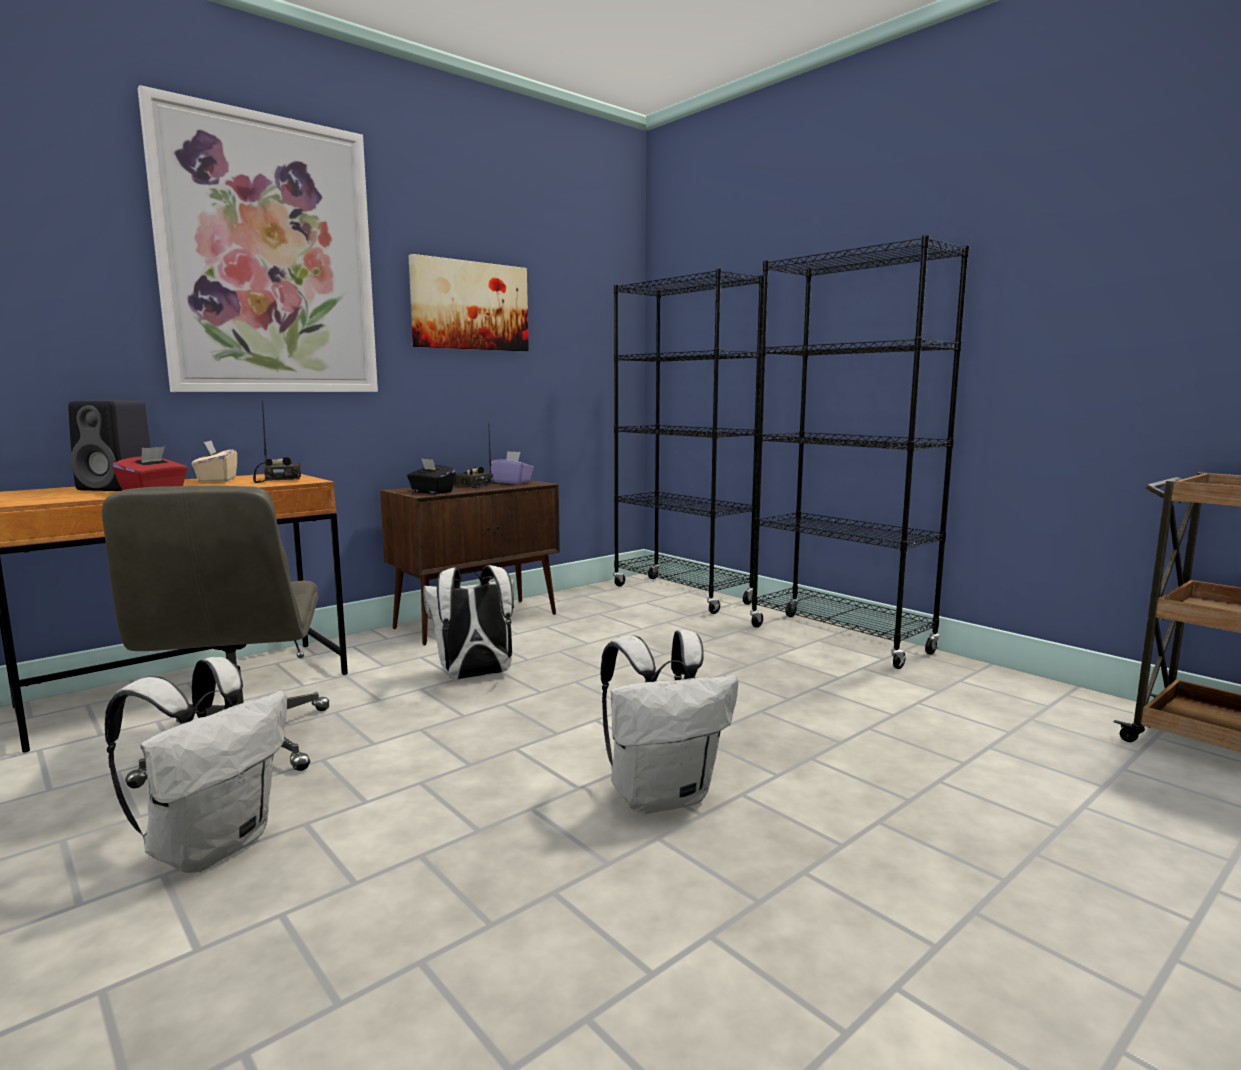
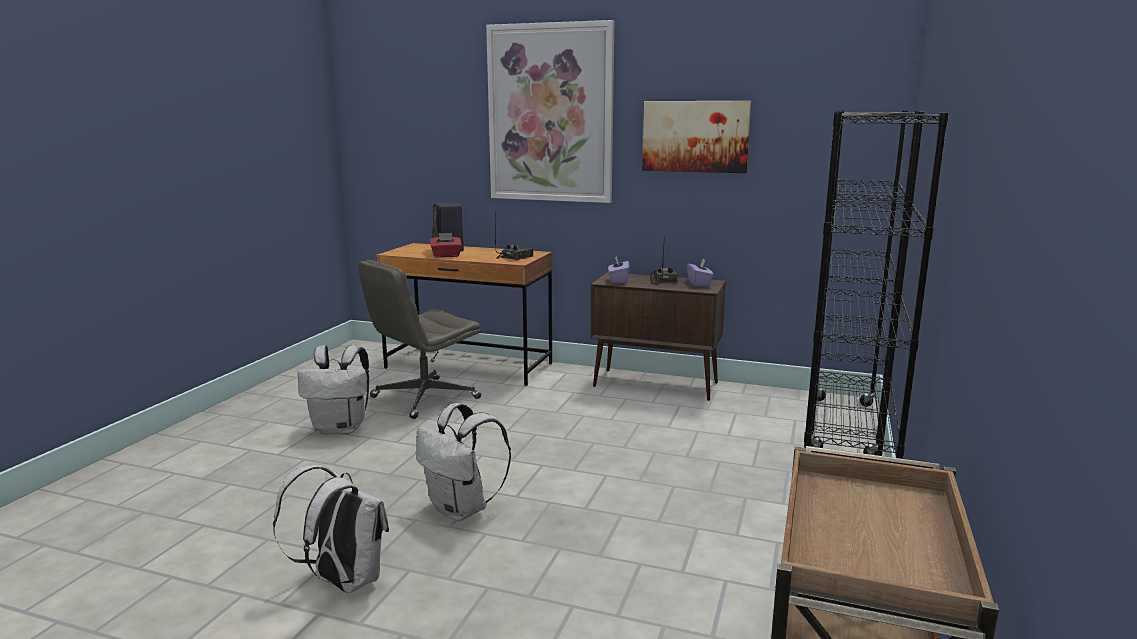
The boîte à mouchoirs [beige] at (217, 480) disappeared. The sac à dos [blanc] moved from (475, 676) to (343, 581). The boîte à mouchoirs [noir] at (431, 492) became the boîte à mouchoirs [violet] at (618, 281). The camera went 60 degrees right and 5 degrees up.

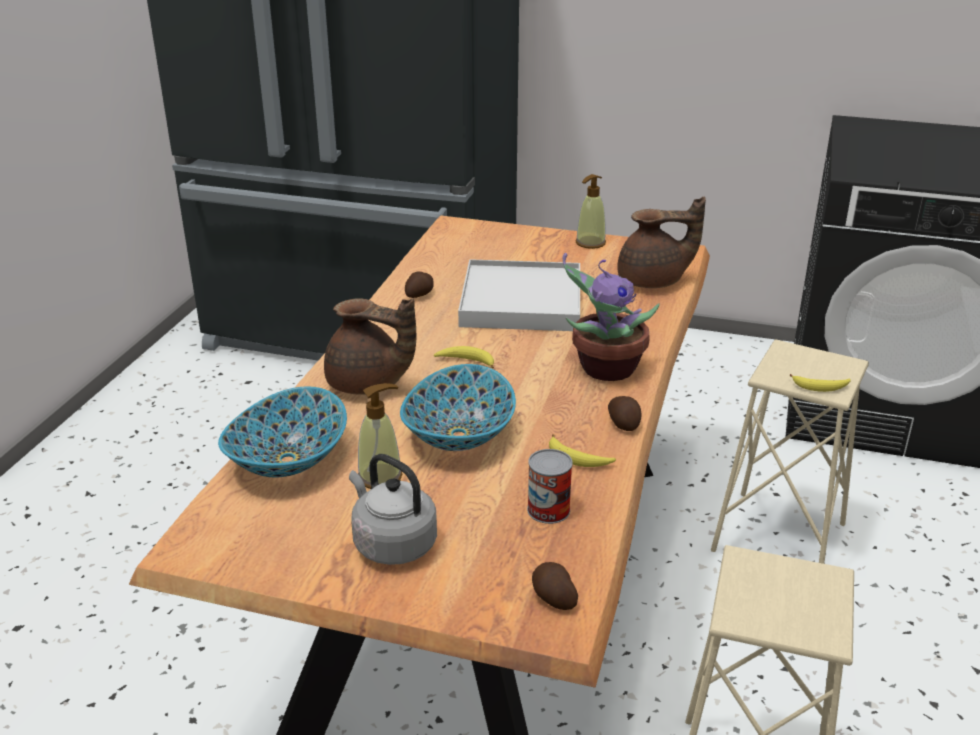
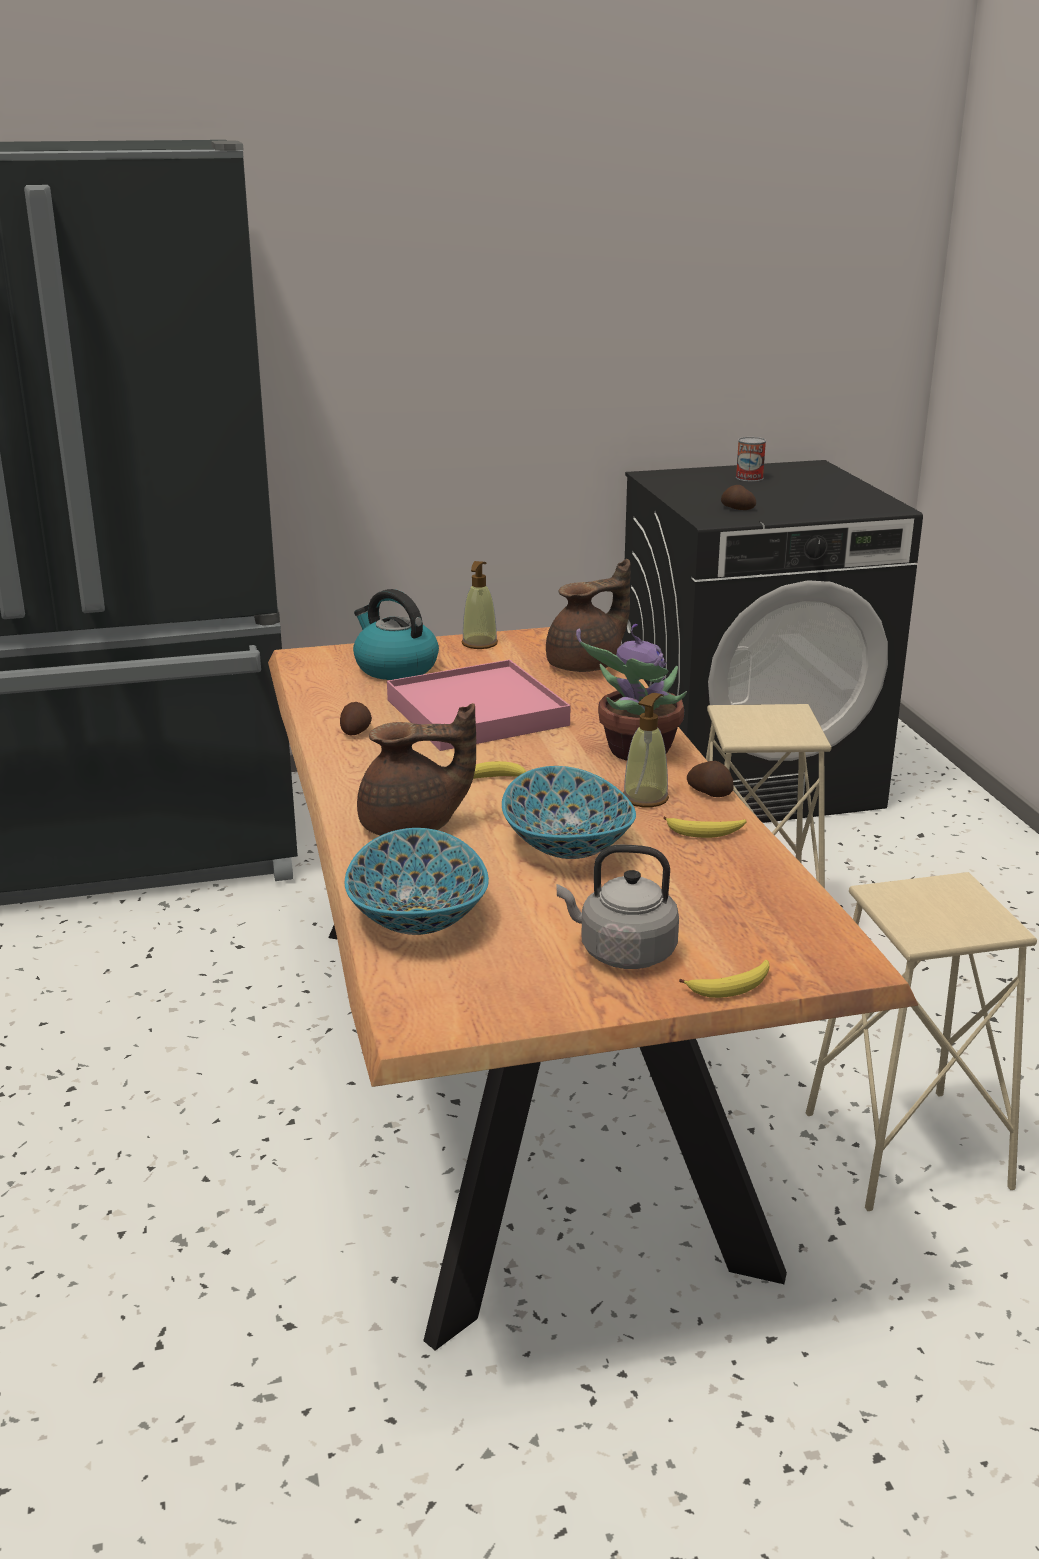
The bouilloire at (394, 667) appeared. The distributeur de savon moved from (380, 477) to (645, 798). The boîte métallique moved from (548, 510) to (749, 478). The pomme de terre moved from (553, 598) to (737, 509). The banane moved from (820, 387) to (731, 987). The plateau [blanc] at (522, 302) became the plateau [rose] at (477, 713). The camera went 30 degrees left and 5 degrees down.

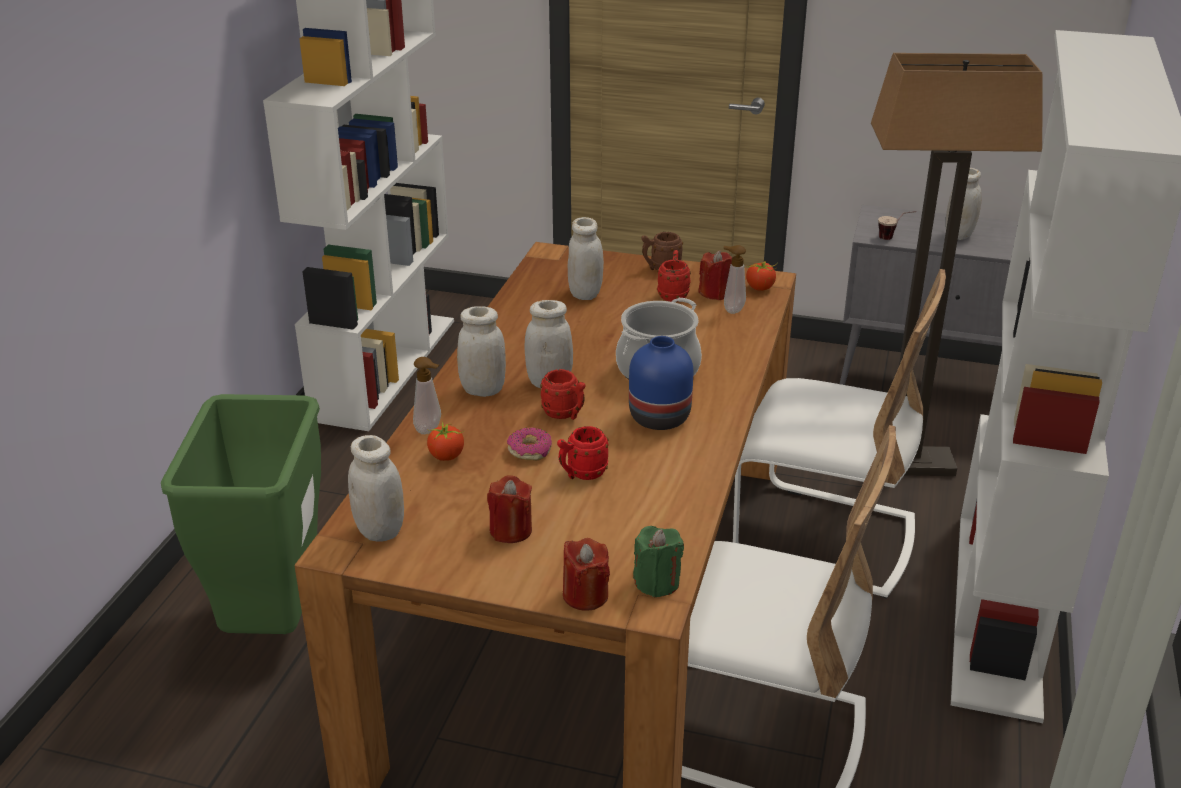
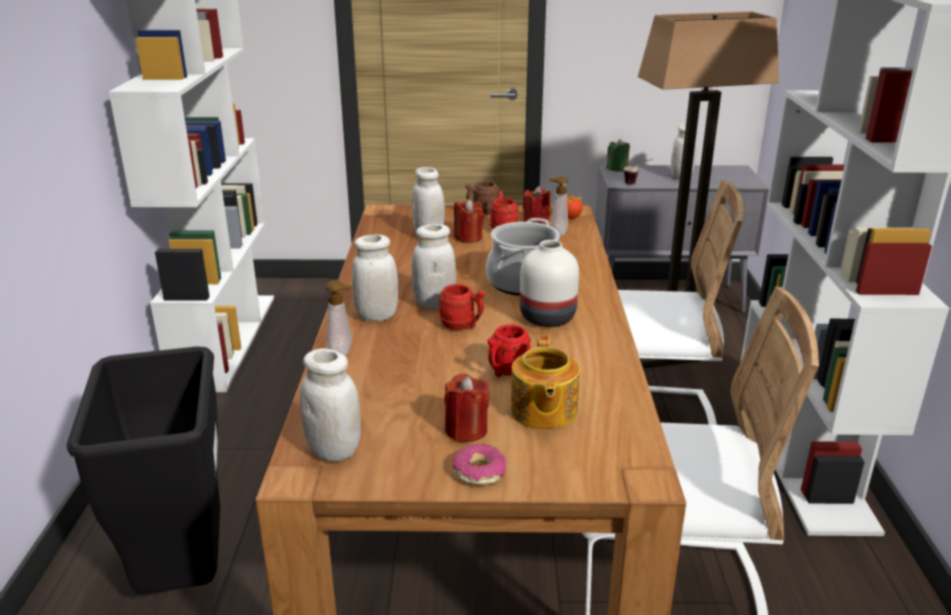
The tomate at (446, 456) disappeared. The théière at (543, 411) appeared. The beignet moved from (530, 450) to (479, 472). The bougie [rouge] moved from (585, 595) to (468, 237). The bougie [vert] moved from (657, 582) to (617, 169). The poubelle [vert] at (275, 622) became the poubelle [noir] at (184, 575). The vase [bleu] at (659, 417) became the vase [blanc] at (547, 317). The camera went 15 degrees left and 5 degrees down.

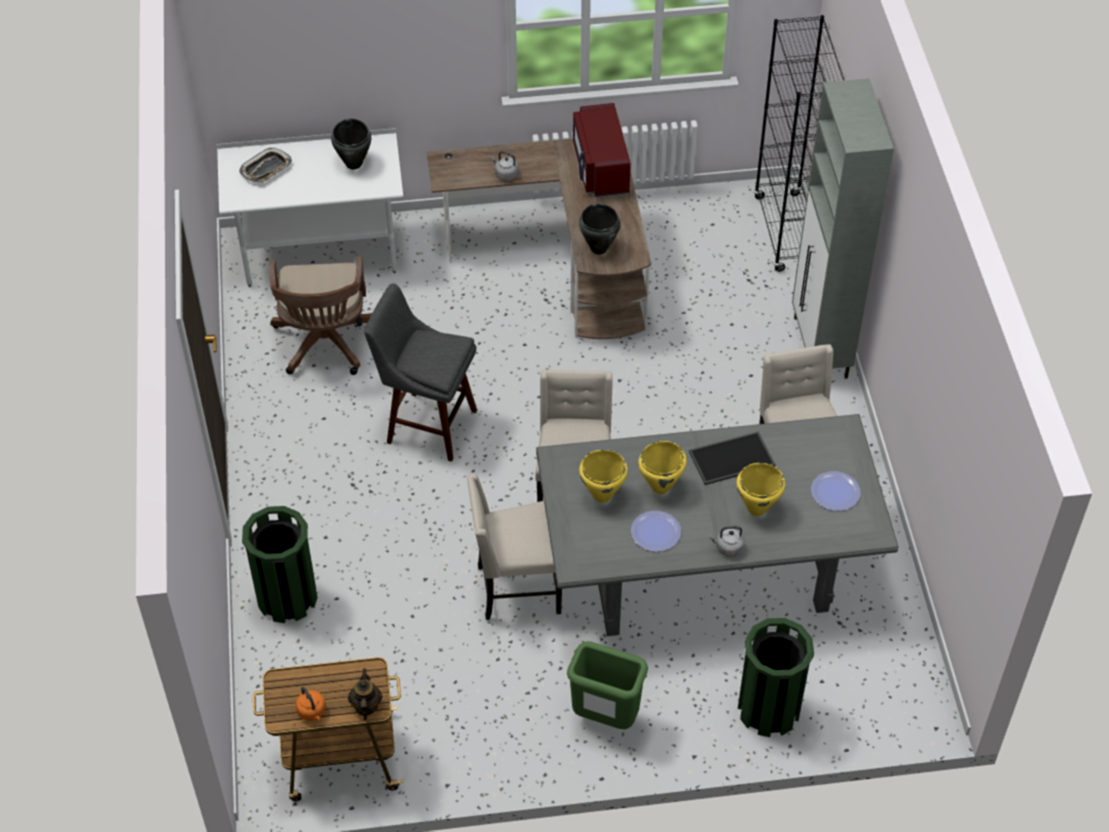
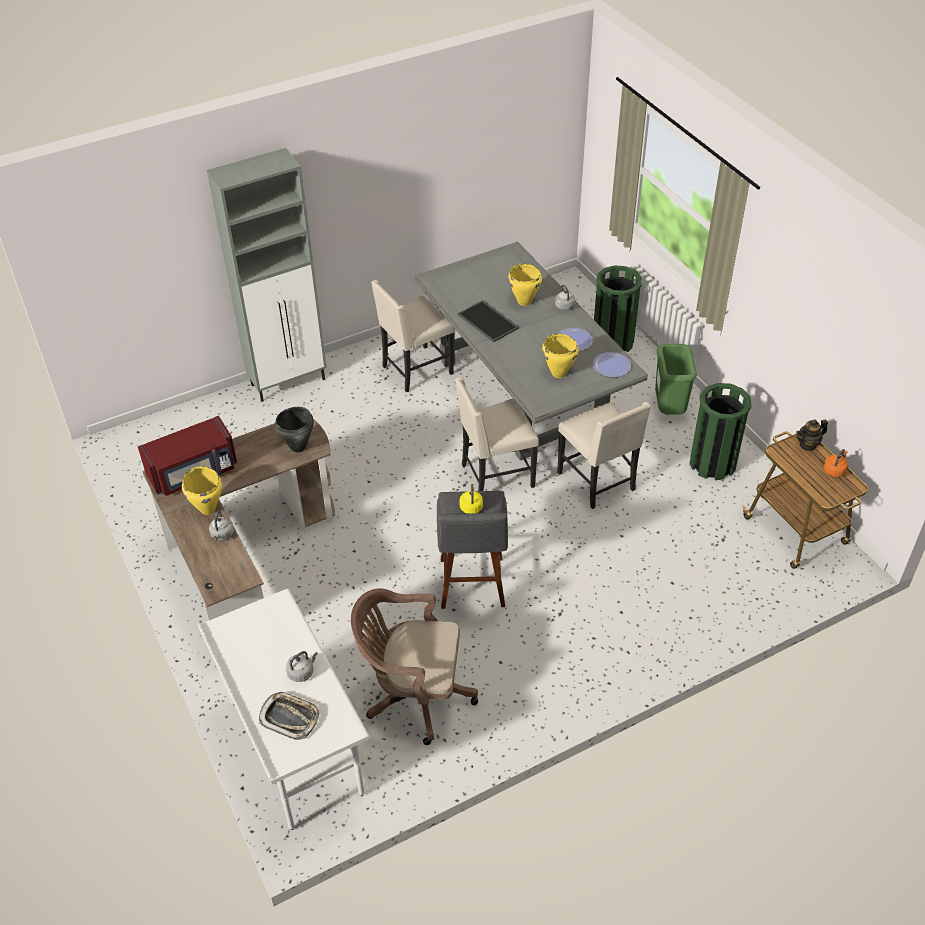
The marmite [noir] at (354, 163) disappeared. The bibliothèque [noir] at (787, 232) disappeared. The bouilloire [gris] at (302, 672) appeared. The bouilloire [jaune] at (471, 506) appeared. The poubelle [vert] moved from (287, 598) to (712, 463). The marmite [jaune] moved from (661, 487) to (208, 508). The assiette moved from (835, 492) to (611, 365). The chaise de bureau [marron] at (325, 345) turned 150 degrees counterclockwise. The camera went 110 degrees left and 5 degrees down.

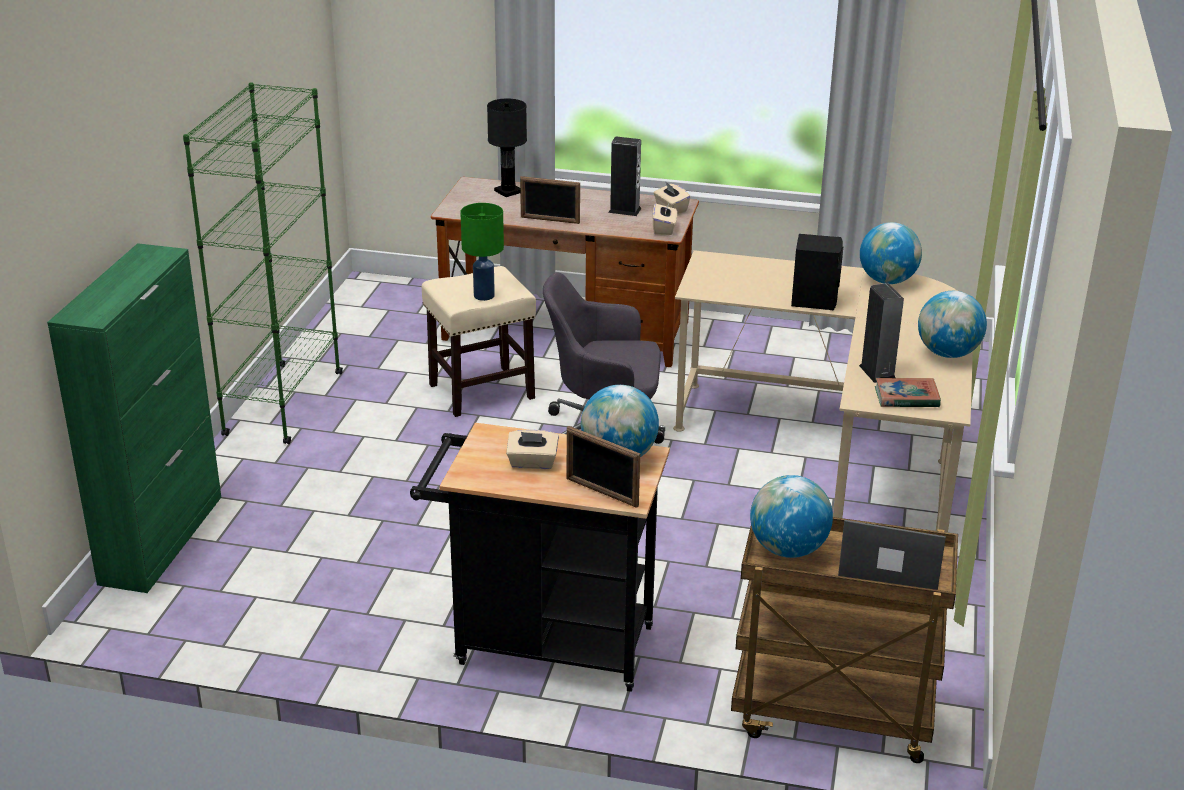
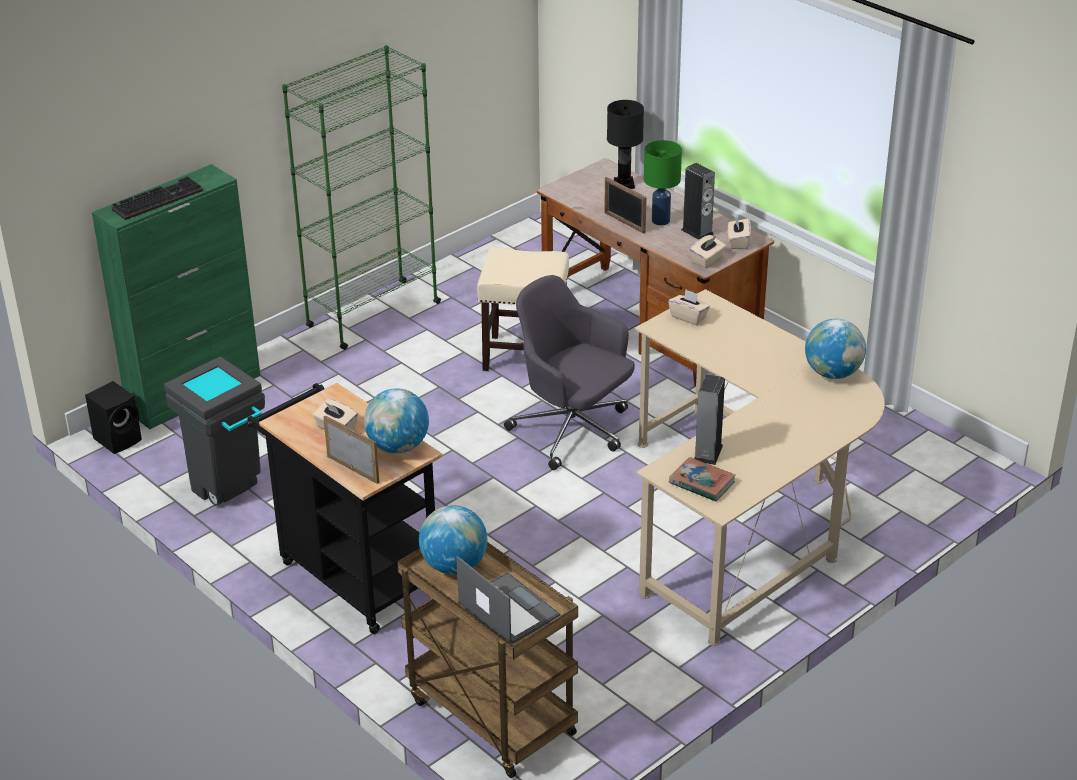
The globe at (948, 354) disappeared. The clavier at (158, 199) appeared. The poubelle [gris] at (230, 492) appeared. The boîte à mouchoirs [beige] at (688, 317) appeared. The lampe de table [vert] moved from (483, 296) to (660, 221). The enceinte [noir] moved from (814, 299) to (119, 439). The cadre photo at (601, 492) turned 150 degrees clockwise. The camera went 35 degrees right and 5 degrees up.

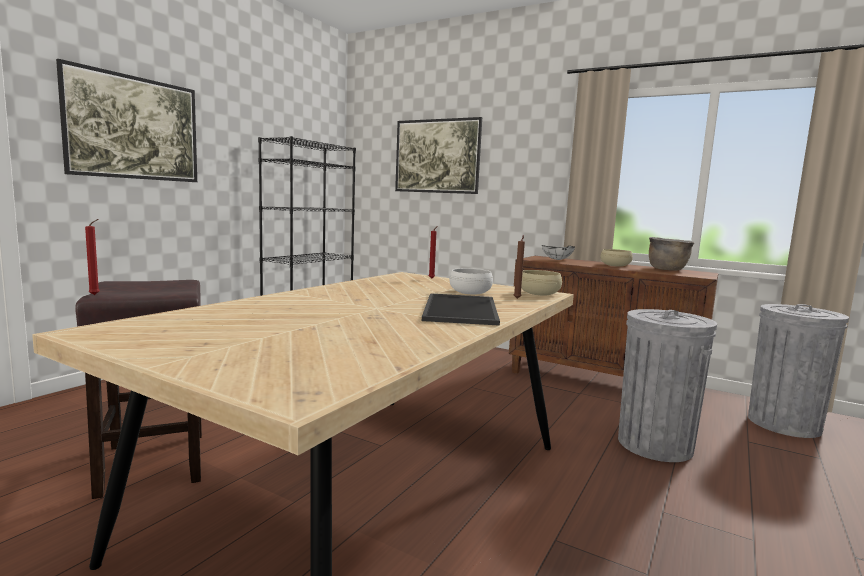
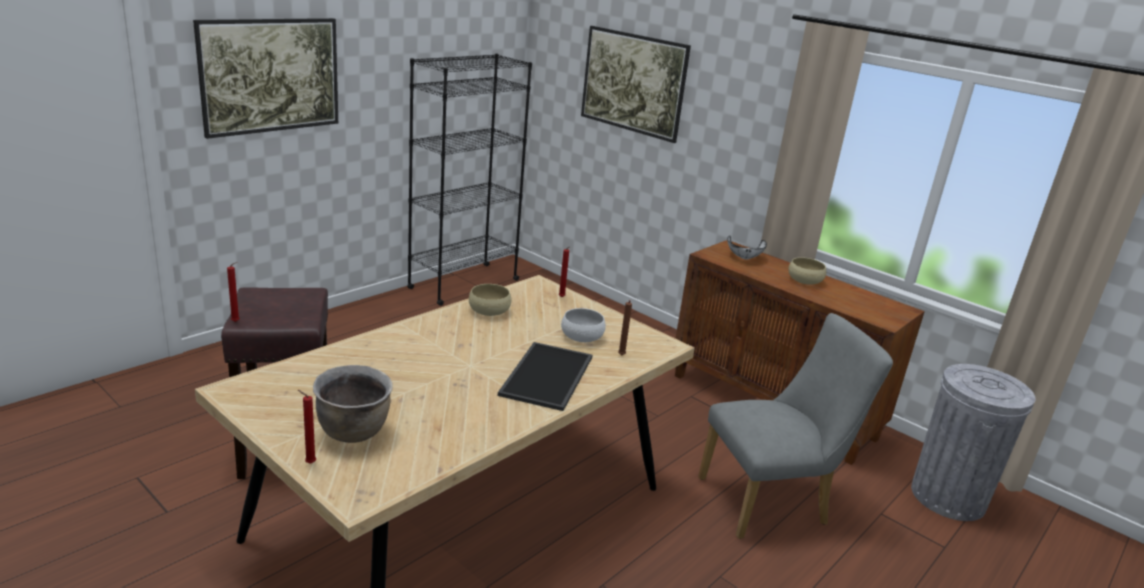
The bougie [rouge] at (309, 463) appeared. The bol [beige] moved from (539, 293) to (489, 310). The marmite [marron] moved from (667, 269) to (354, 431). The poubelle [gris] at (655, 444) was replaced by the chaise [gris] at (771, 501). The camera went 10 degrees right and 15 degrees up.

